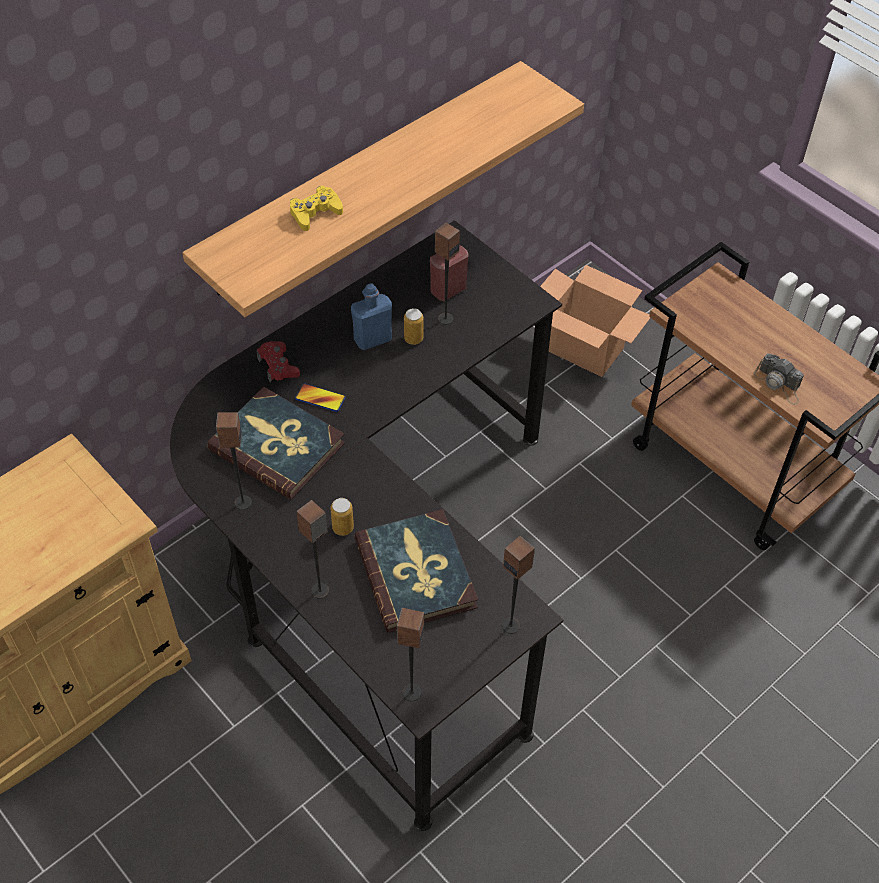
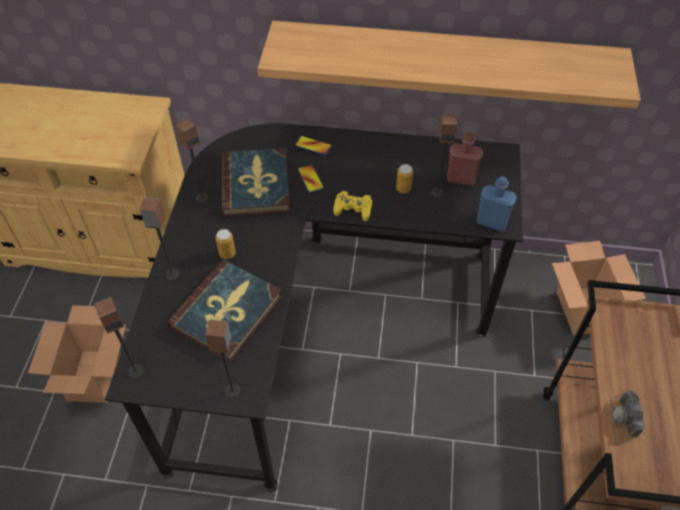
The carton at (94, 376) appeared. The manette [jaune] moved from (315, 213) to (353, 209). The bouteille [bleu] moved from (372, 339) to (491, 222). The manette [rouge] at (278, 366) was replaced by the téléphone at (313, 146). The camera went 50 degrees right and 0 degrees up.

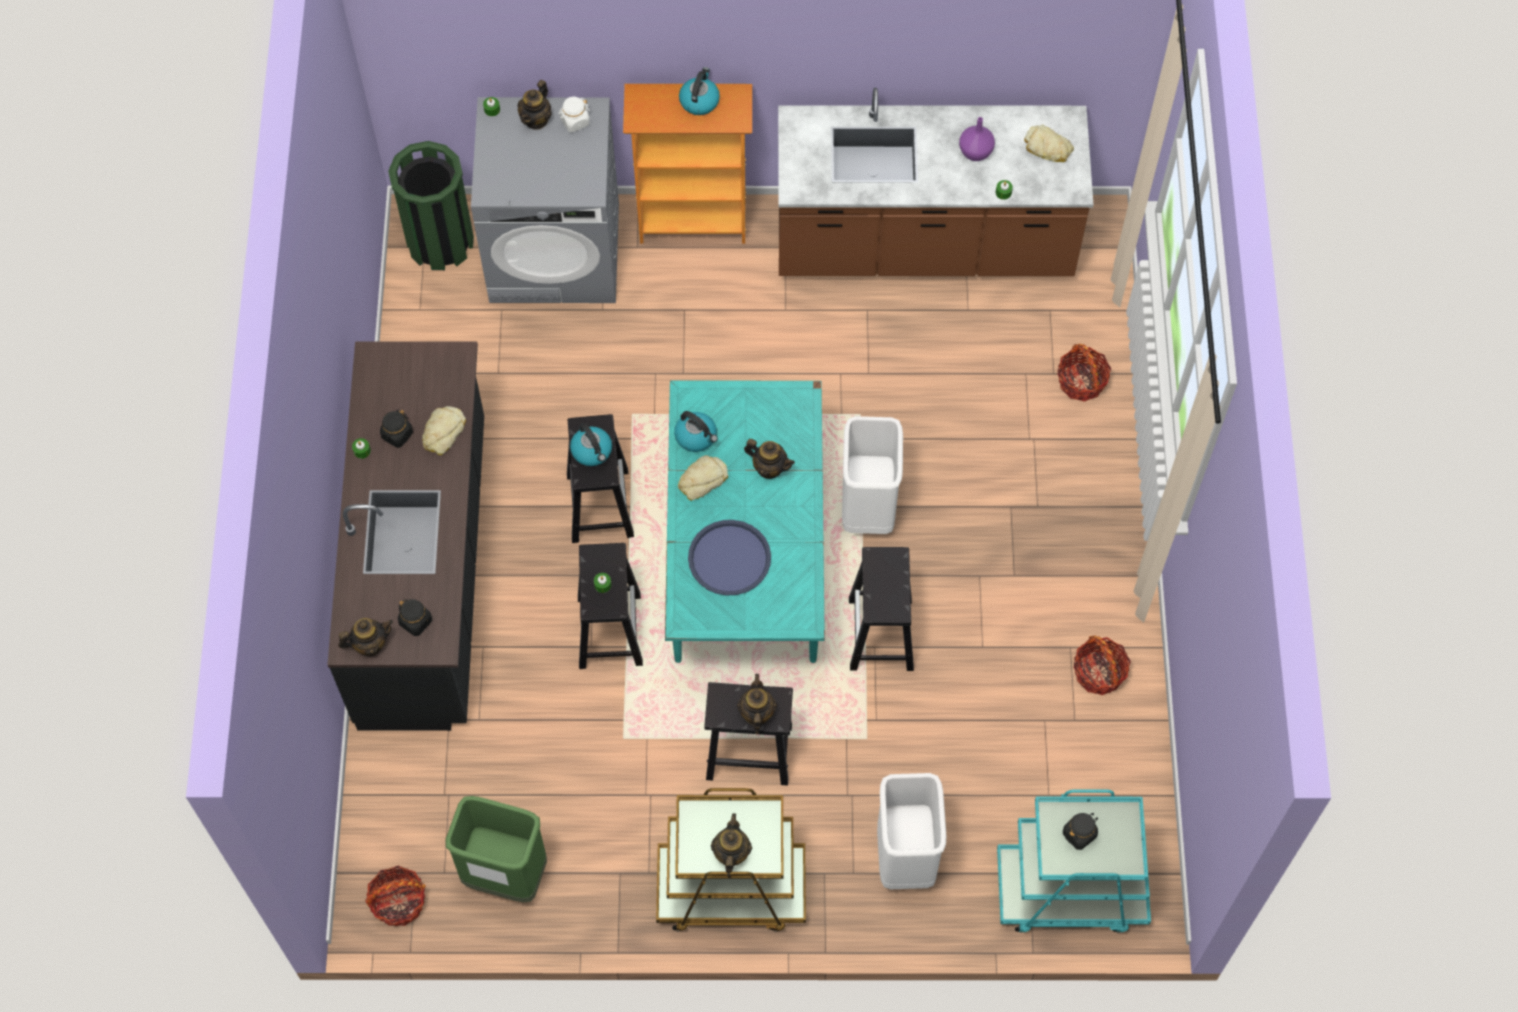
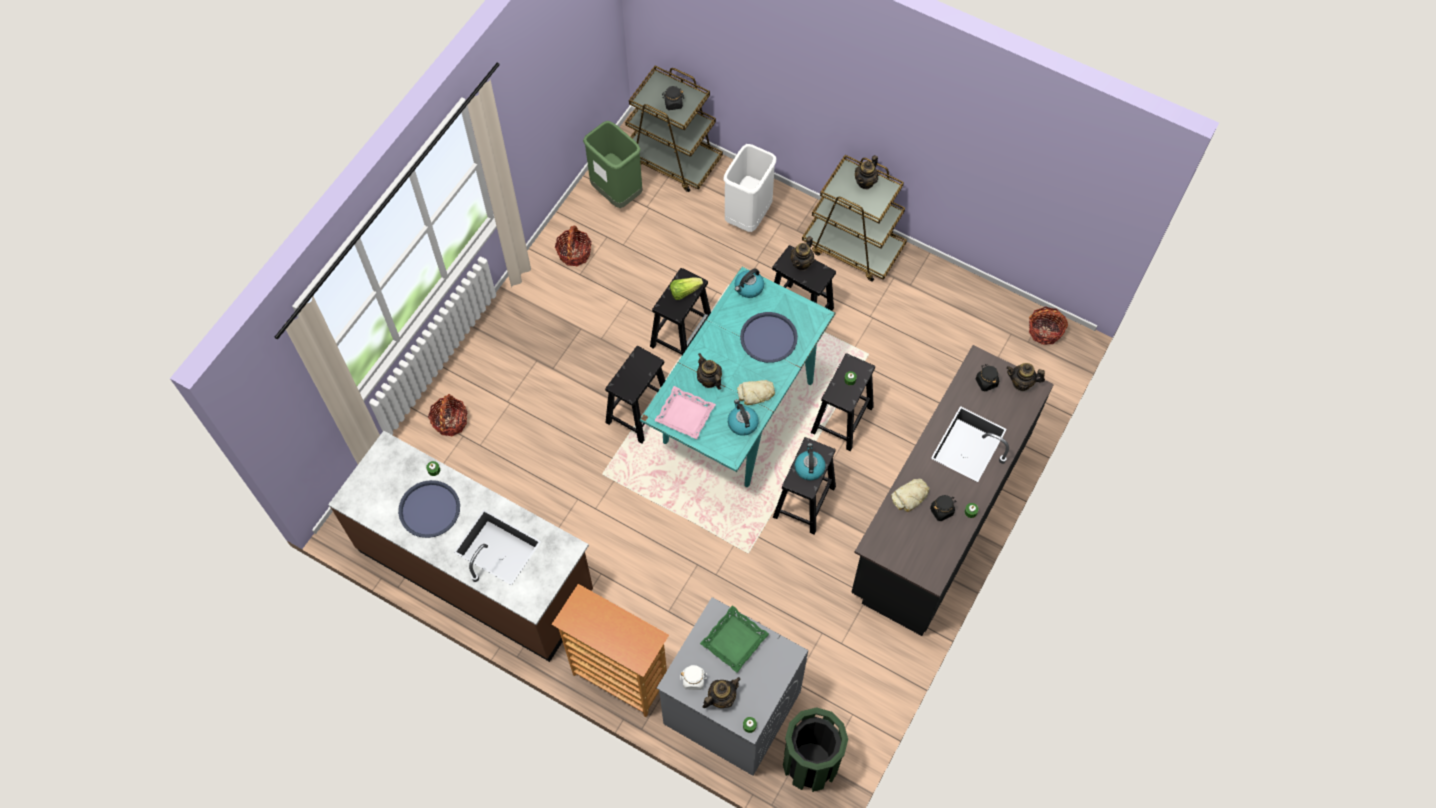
The pain at (1047, 148) disappeared. The plateau [rose] at (685, 414) appeared. The laitue at (684, 291) appeared. The plateau [vert] at (734, 641) appeared. The poubelle [vert] moved from (505, 875) to (617, 193). The bouilloire moved from (699, 101) to (748, 288). The poubelle [blanc] at (868, 510) was replaced by the tabouret [noir] at (639, 411). The vase [violet] at (975, 153) was replaced by the plateau [bleu] at (429, 509). The chariot [turquoise] at (1070, 891) became the chariot [marron] at (672, 160). The camera went 150 degrees left and 0 degrees up.

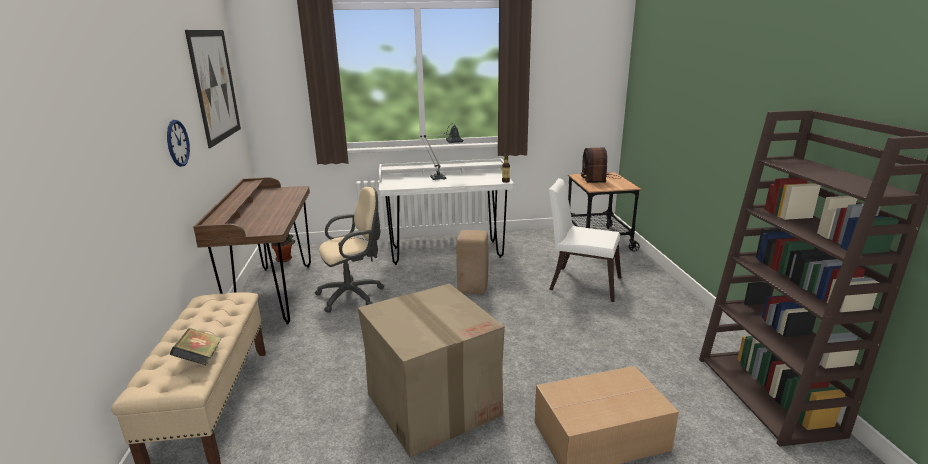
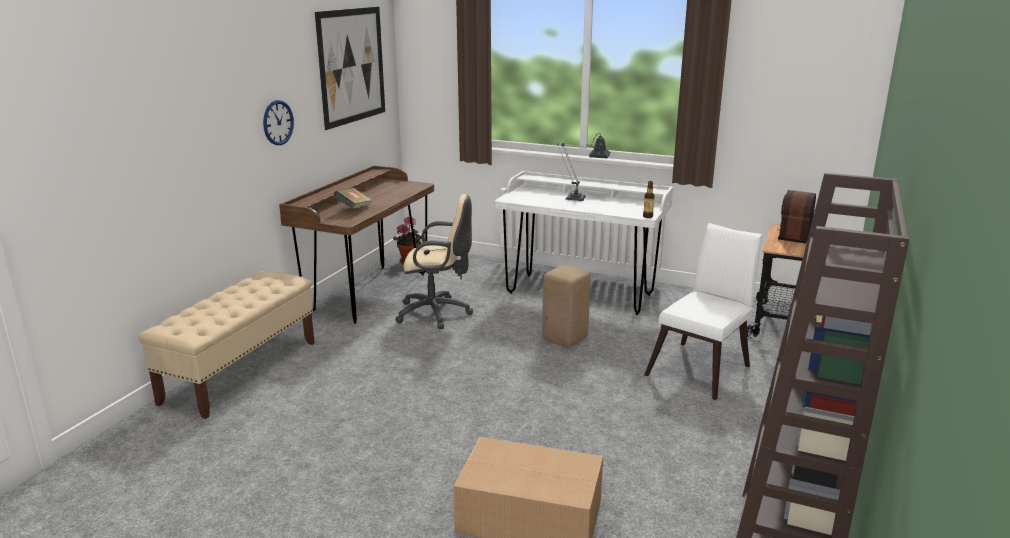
The carton at (432, 403) disappeared. The livre moved from (200, 359) to (353, 209). The chaise [blanc] at (580, 282) turned 75 degrees clockwise. The camera went 30 degrees right and 0 degrees up.

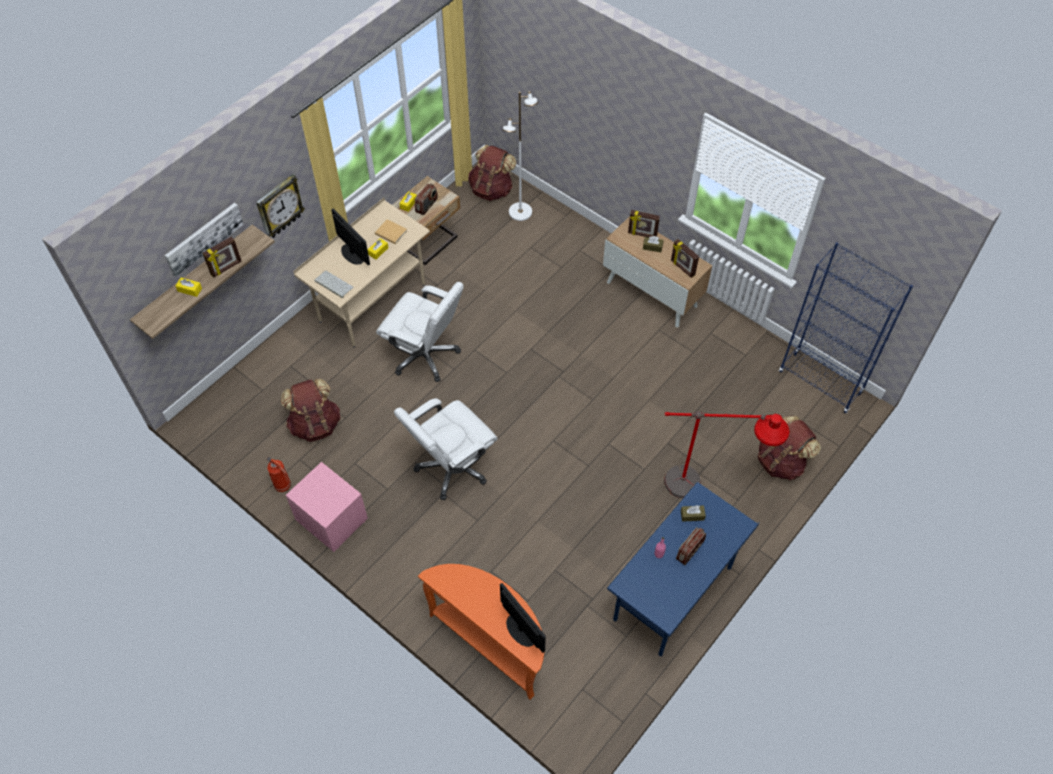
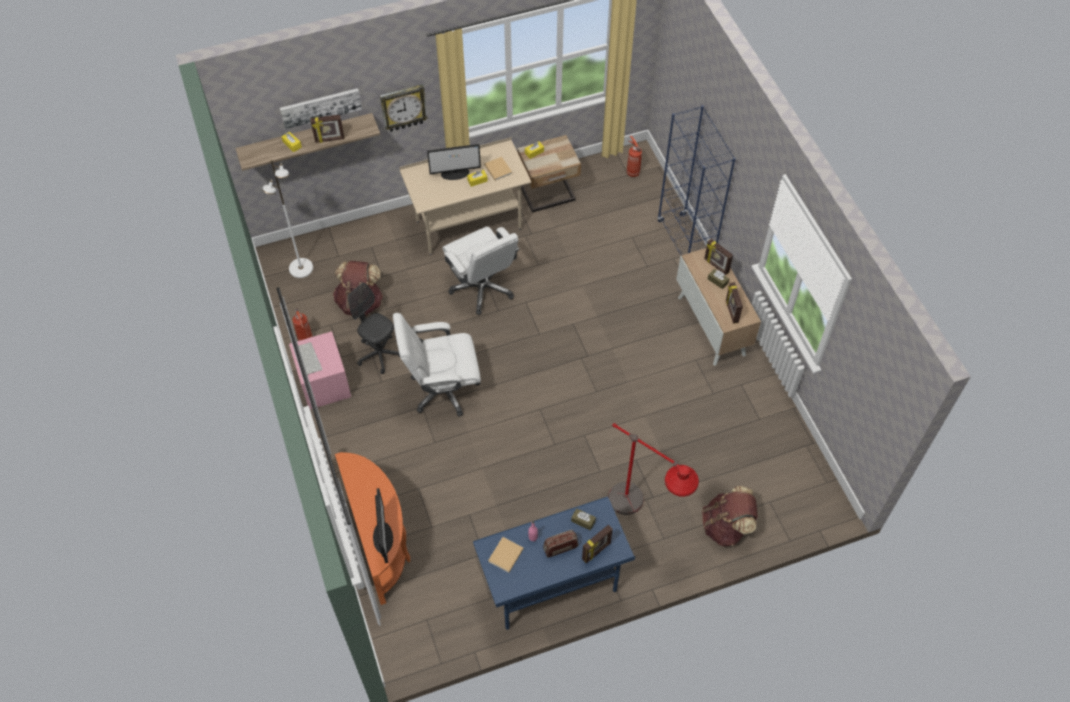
The radio at (426, 206) disappeared. The chaise de bureau [gris] at (379, 354) appeared. The livre [beige] at (505, 556) appeared. The cadre photo at (596, 551) appeared. The clavier moved from (333, 284) to (308, 358). The lampadaire [blanc] moved from (520, 212) to (301, 269). The bibliothèque [bleu] moved from (820, 382) to (685, 243). The sac à dos [marron] at (492, 189) was replaced by the extincteur at (632, 172). The écran d'ordinateur at (352, 254) turned 90 degrees clockwise. The camera went 30 degrees right and 0 degrees up.

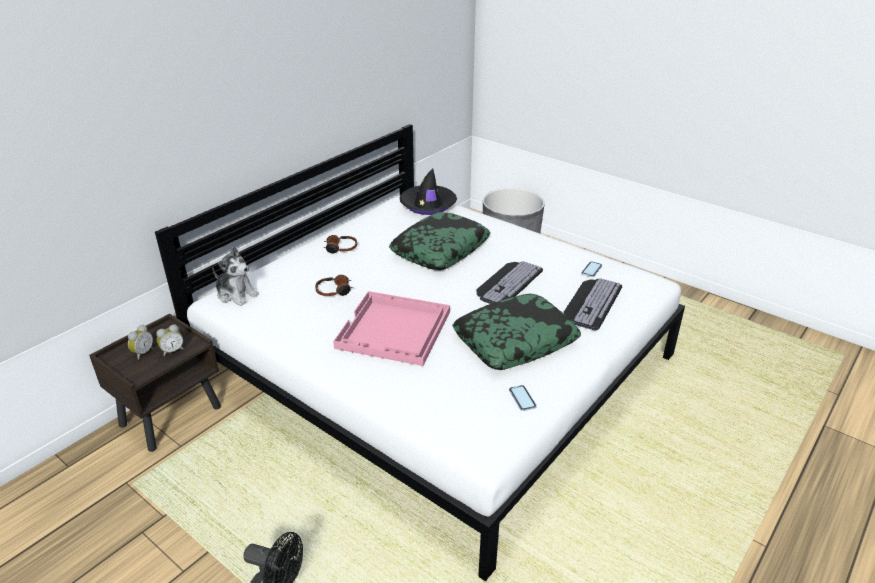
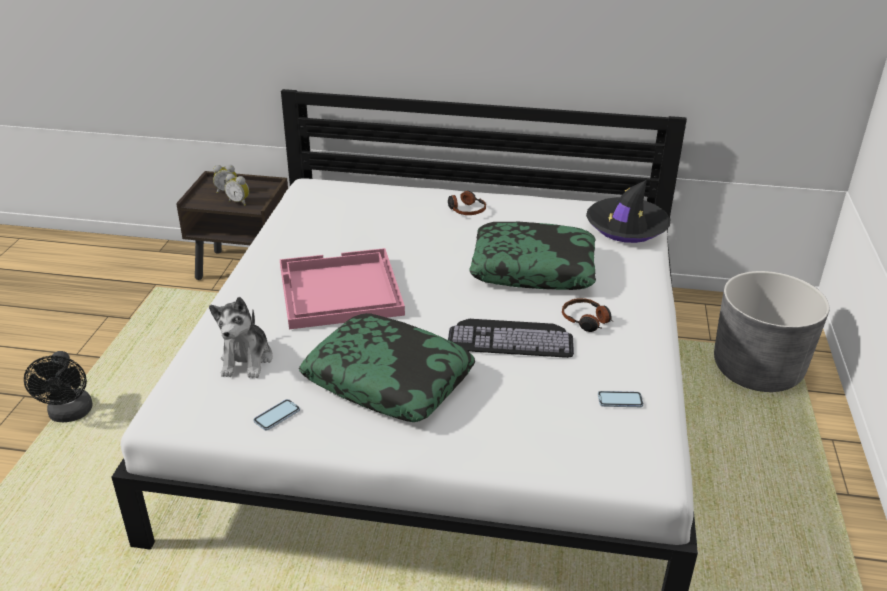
The clavier at (591, 302) disappeared. The peluche moved from (236, 294) to (247, 360). The casque audio moved from (334, 291) to (586, 320). The camera went 60 degrees right and 0 degrees up.

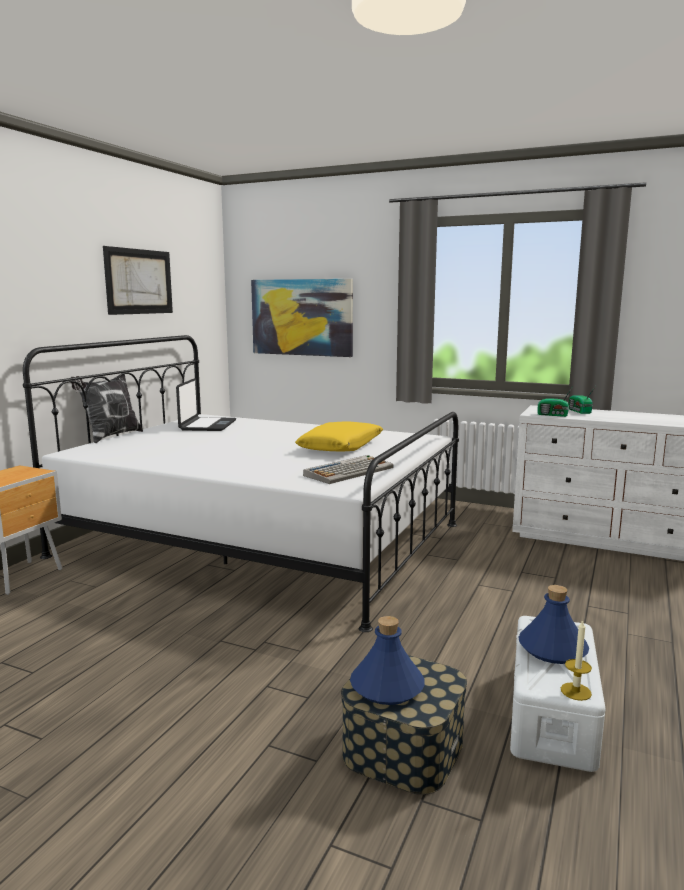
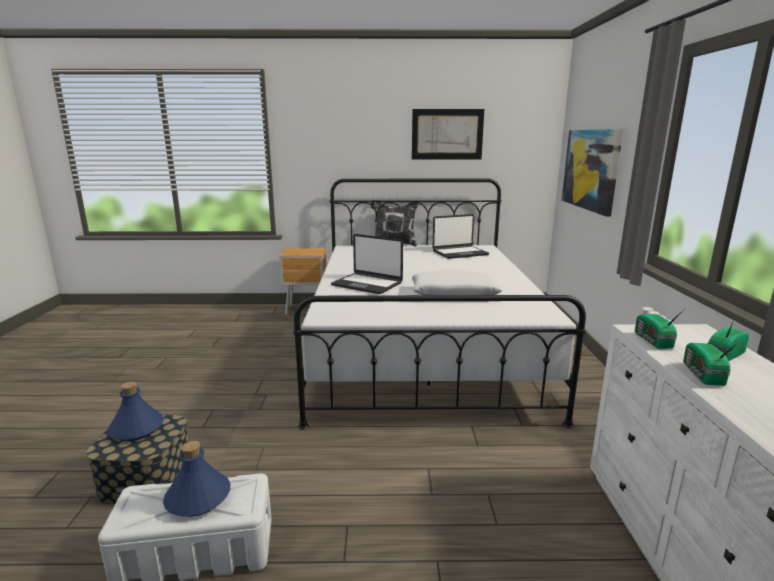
The clavier at (349, 471) disappeared. The bougie at (575, 691) disappeared. The ordinateur portable at (367, 284) appeared. The radio at (702, 374) appeared. The coussin [jaune] at (341, 446) became the coussin [blanc] at (454, 294). The camera went 65 degrees right and 5 degrees up.

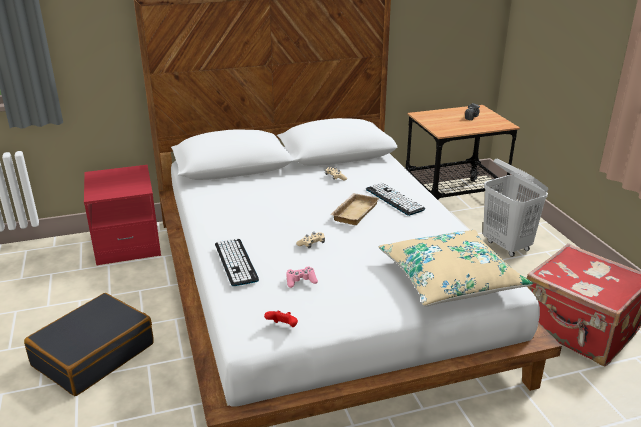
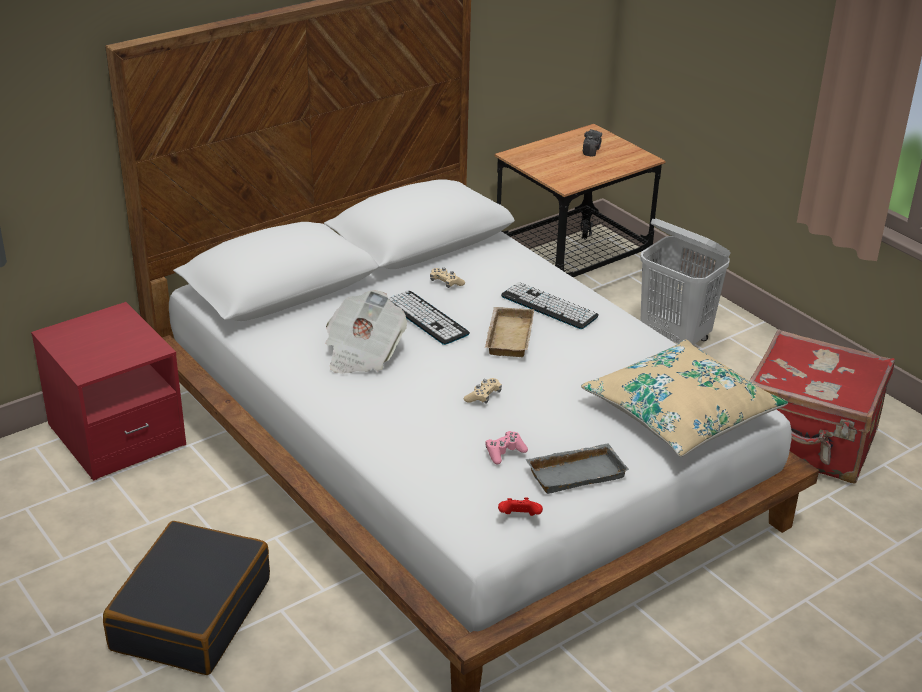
The journal at (362, 353) appeared. The plateau [gris] at (576, 472) appeared. The clavier moved from (236, 262) to (426, 318). The camera went 20 degrees left and 5 degrees up.

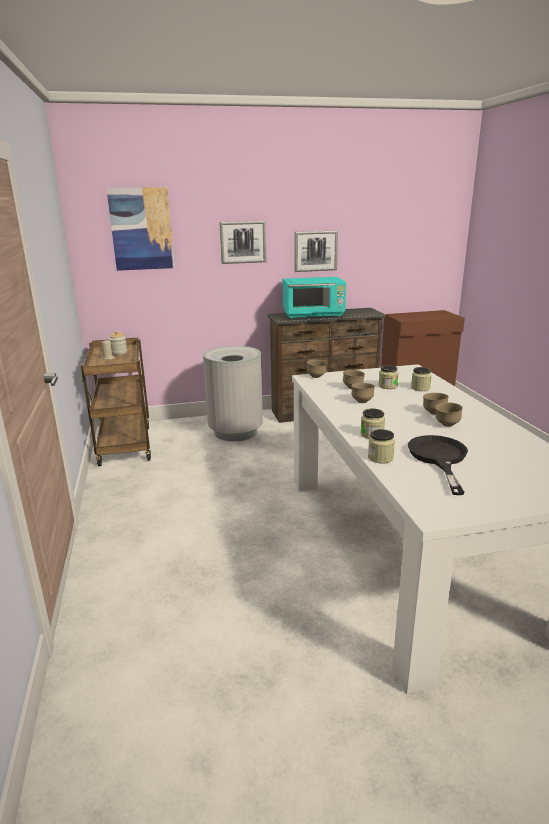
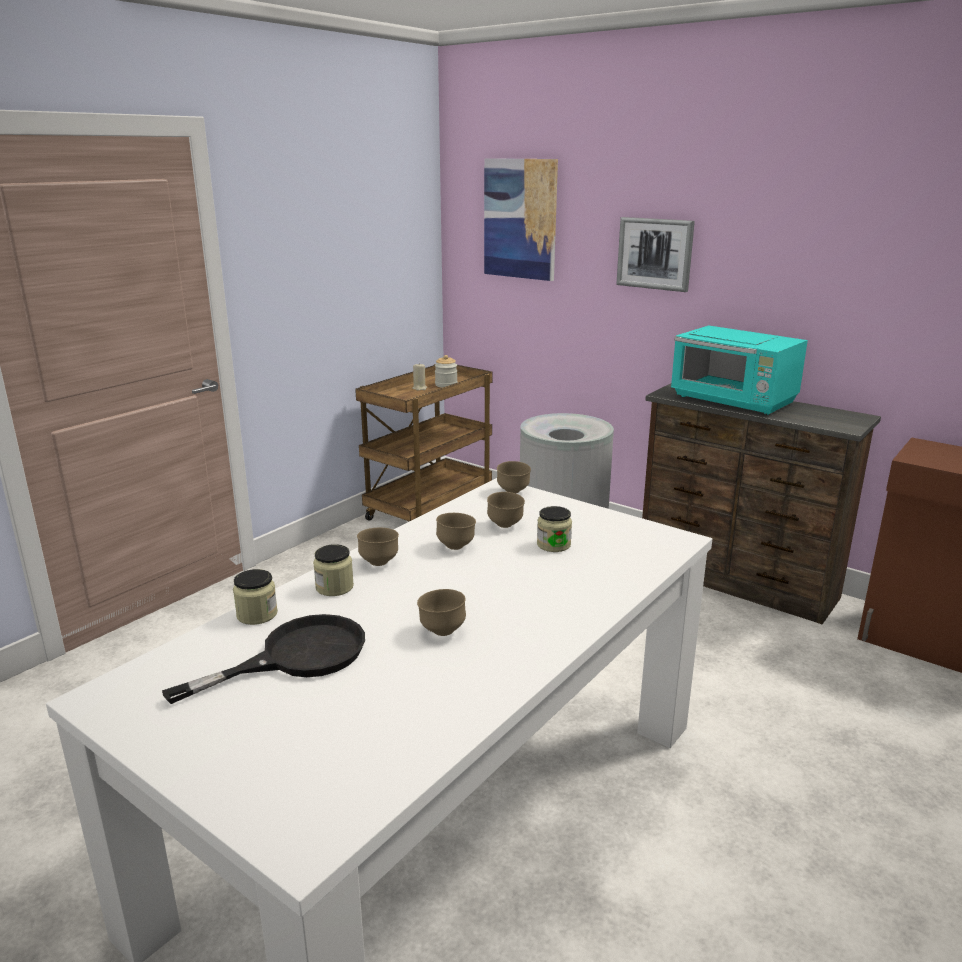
The tableau at (315, 251) disappeared. The bocal at (420, 388) disappeared. The bol [marron] moved from (434, 413) to (379, 562). The camera went 50 degrees right and 0 degrees up.

